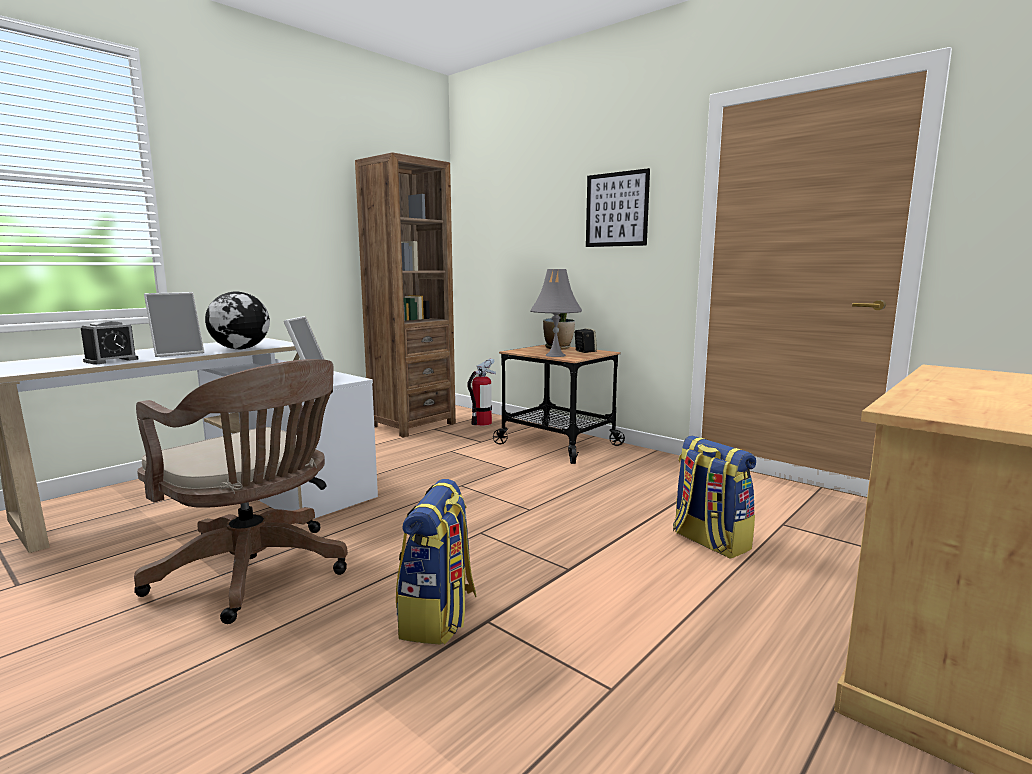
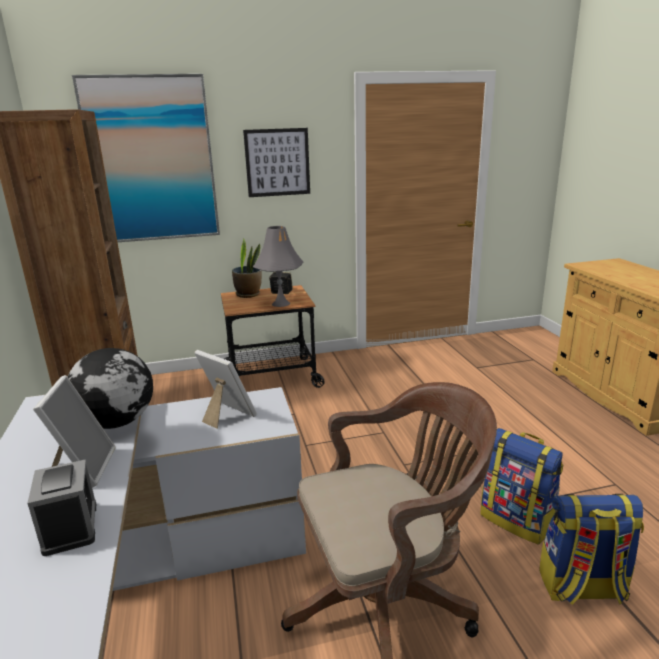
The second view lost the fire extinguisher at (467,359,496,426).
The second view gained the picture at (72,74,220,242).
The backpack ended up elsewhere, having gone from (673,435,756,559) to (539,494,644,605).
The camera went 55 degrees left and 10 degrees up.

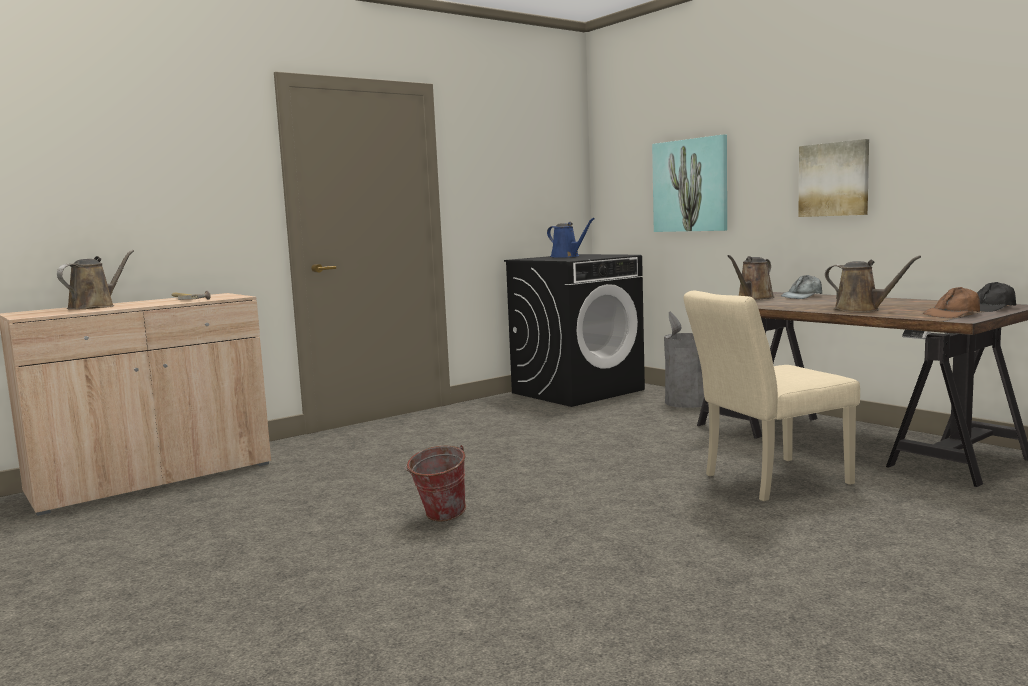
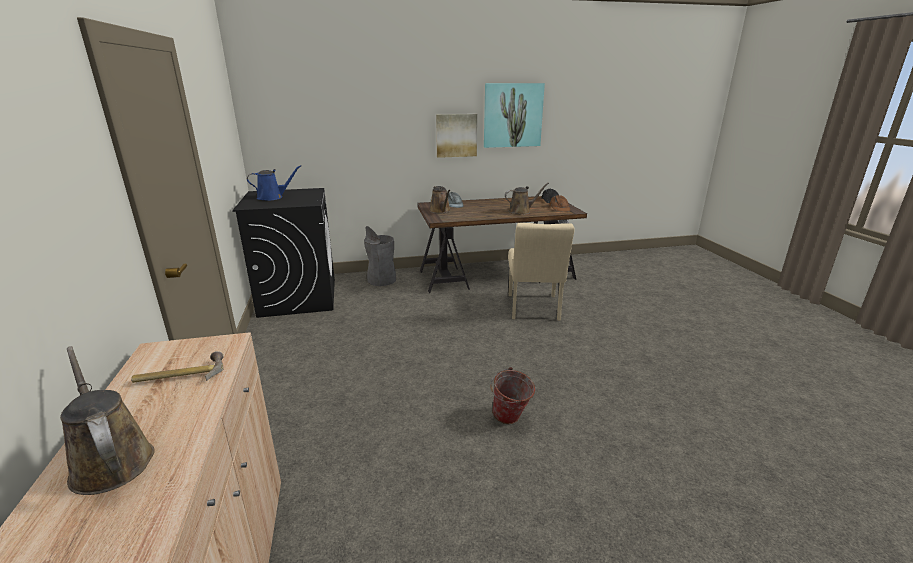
The picture ended up elsewhere, having gone from (652,134,727,232) to (484,83,545,148).
The camera went 65 degrees left and 15 degrees up.

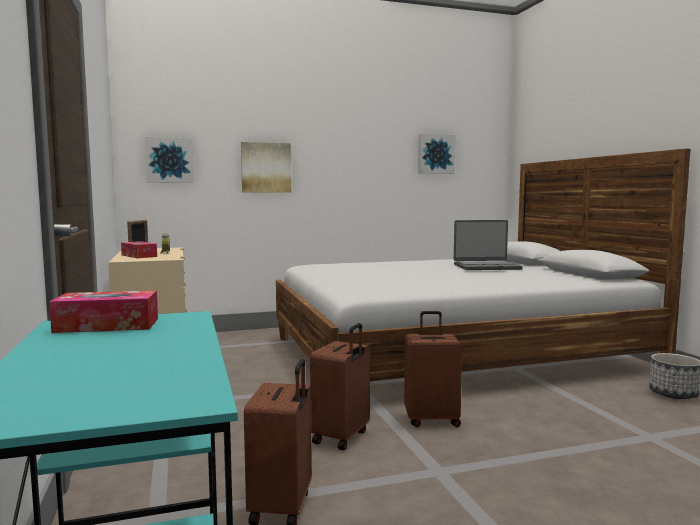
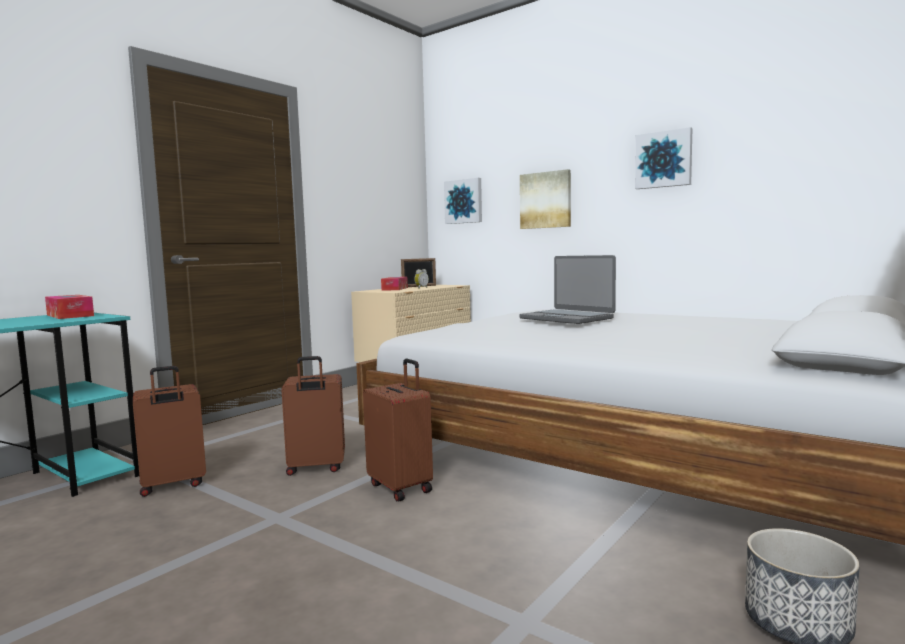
The picture ended up elsewhere, having gone from (418,134,456,174) to (635,127,692,189).
The laptop ended up elsewhere, having gone from (454,220,522,270) to (519,255,616,324).
The camera went 55 degrees right and 0 degrees up.

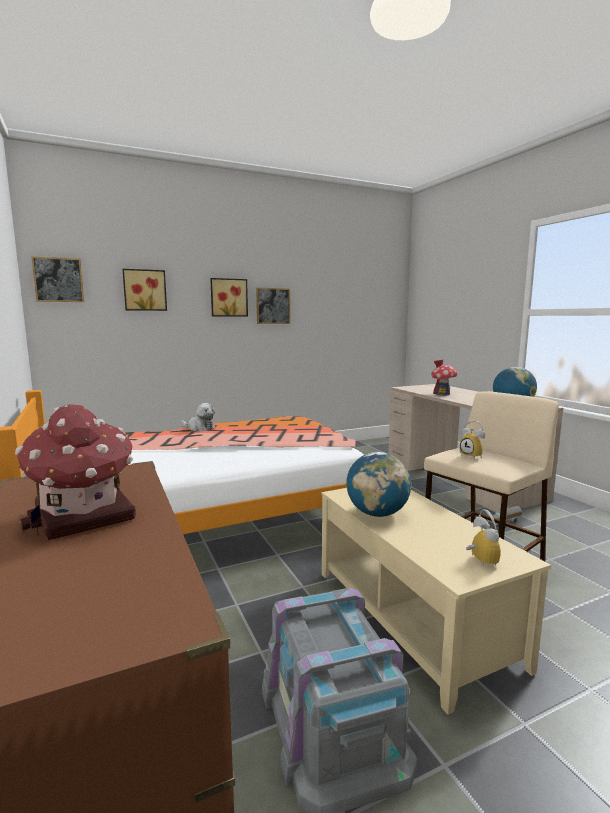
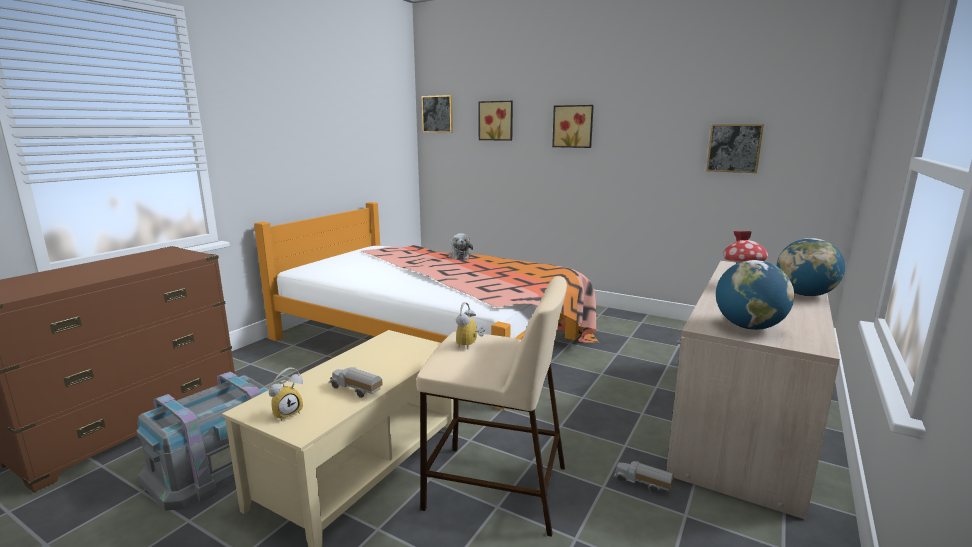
The second view lost the toy house at (15,404,136,540).
The second view gained the toy truck at (329,367,383,398).
The picture ended up elsewhere, having gone from (256,288,290,324) to (706,124,764,173).
The globe ended up elsewhere, having gone from (346,452,411,517) to (777,238,845,297).
The camera went 55 degrees right and 5 degrees up.

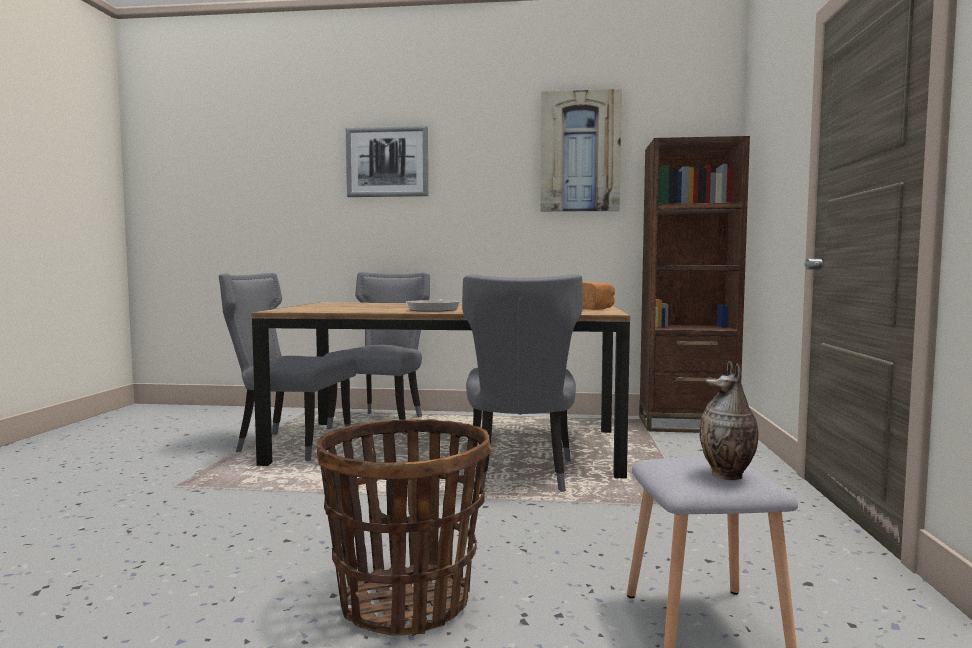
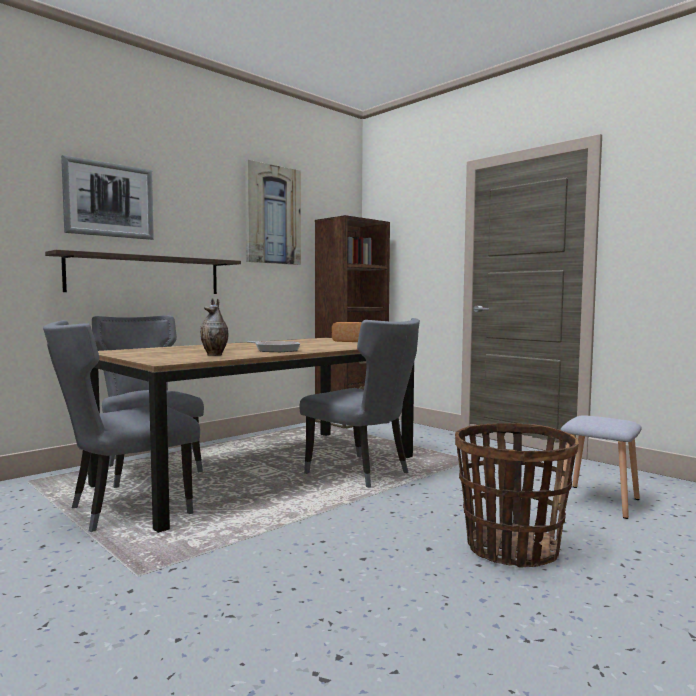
The second view gained the shelf at (45,250,241,294).
The vase ended up elsewhere, having gone from (700,361,759,480) to (200,298,228,356).
The camera went 50 degrees left and 0 degrees up.

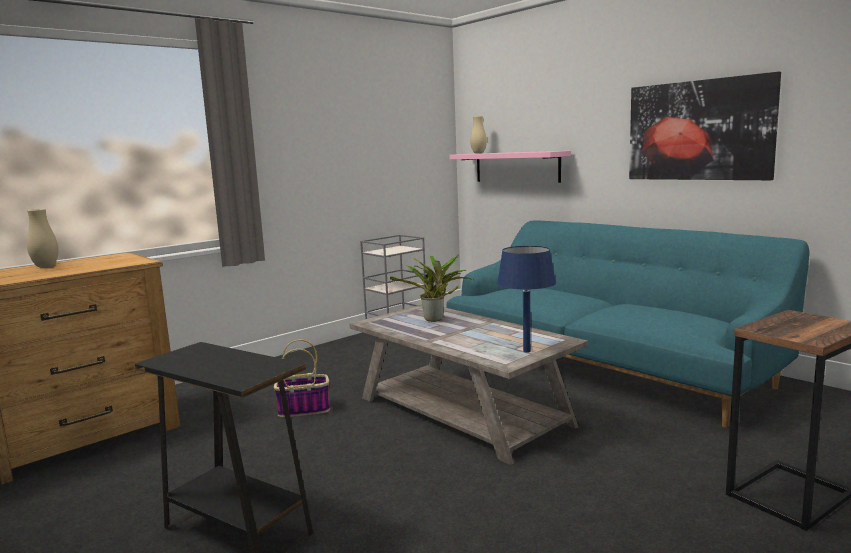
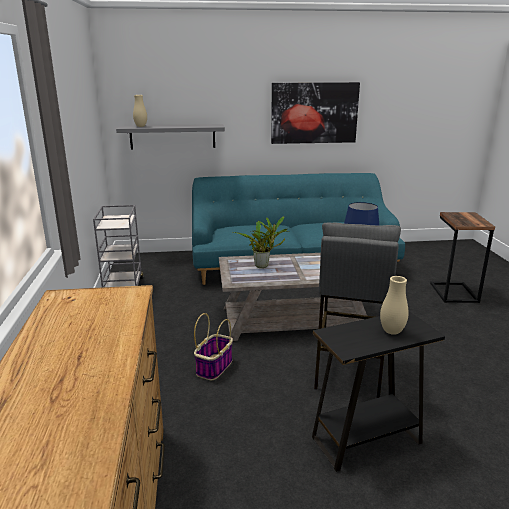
The second view gained the stool in grey at (314,223,401,398).
The vase in beige ended up elsewhere, having gone from (27,209,59,268) to (380,276,409,335).
What was the shelf in pink at (449,151,571,183) turned into the shelf in grey at (116,124,225,149).
The camera went 55 degrees left and 10 degrees up.

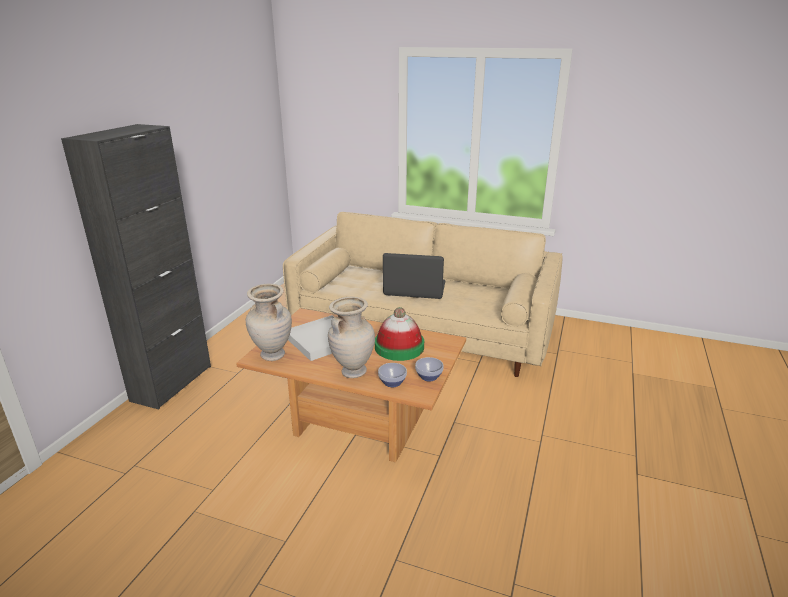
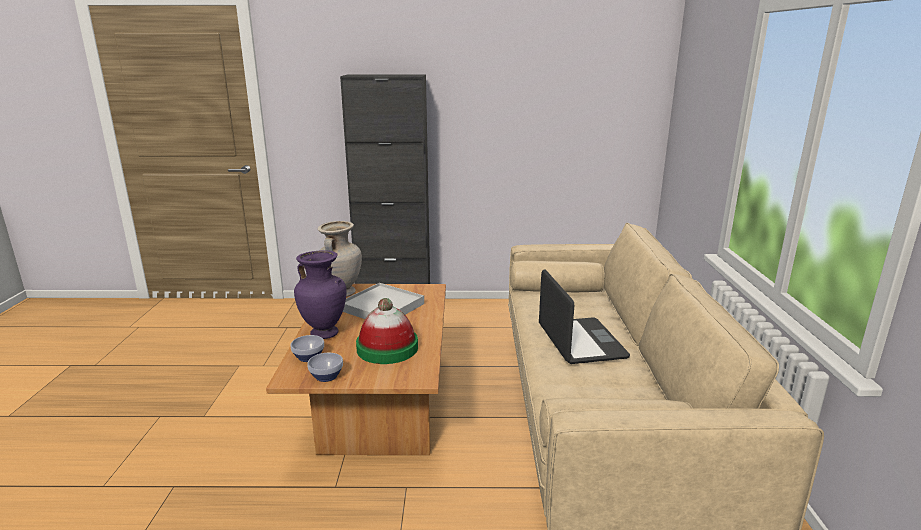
What was the vase in beige at (328,297,375,378) turned into the vase in purple at (294,250,346,339).
The camera went 70 degrees right and 5 degrees down.

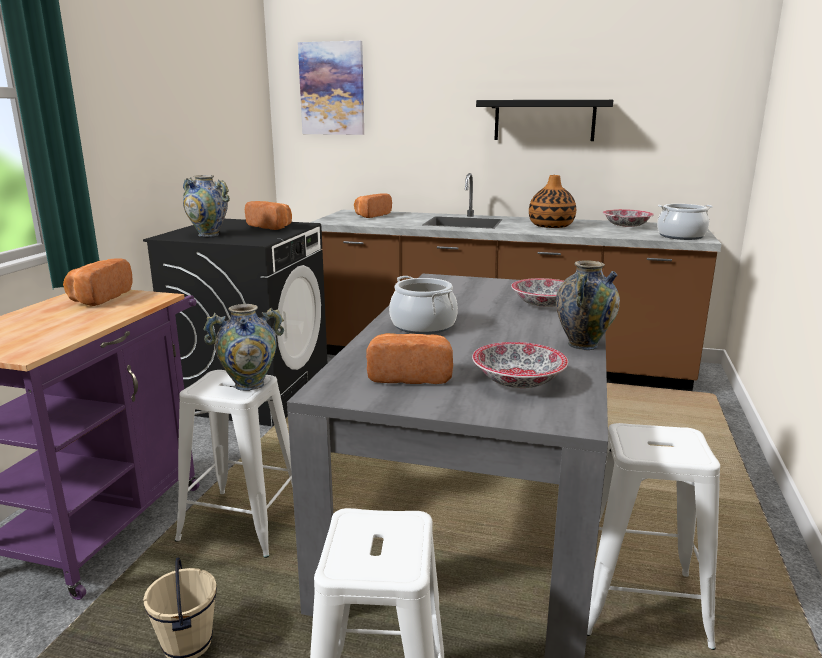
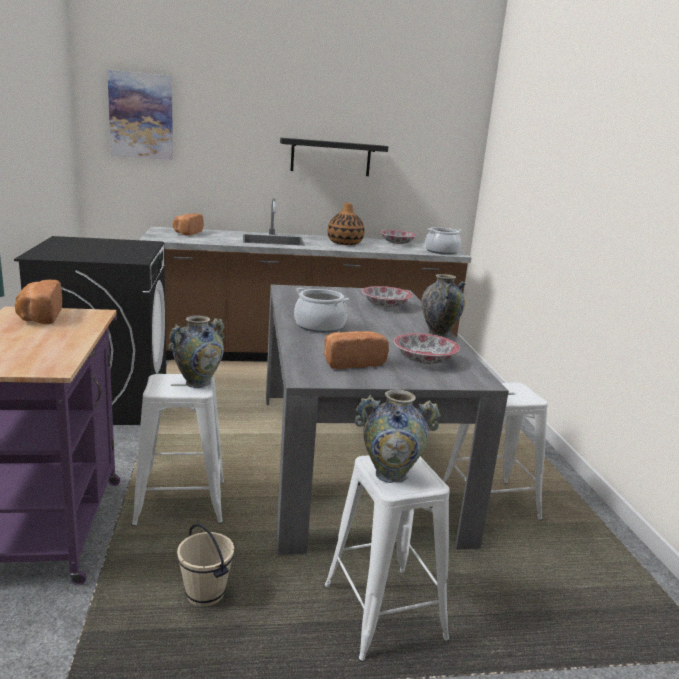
The second view lost the bread at (245,201,292,230).
The vase ended up elsewhere, having gone from (183,175,230,237) to (355,389,441,483).
The camera went 25 degrees left and 0 degrees up.

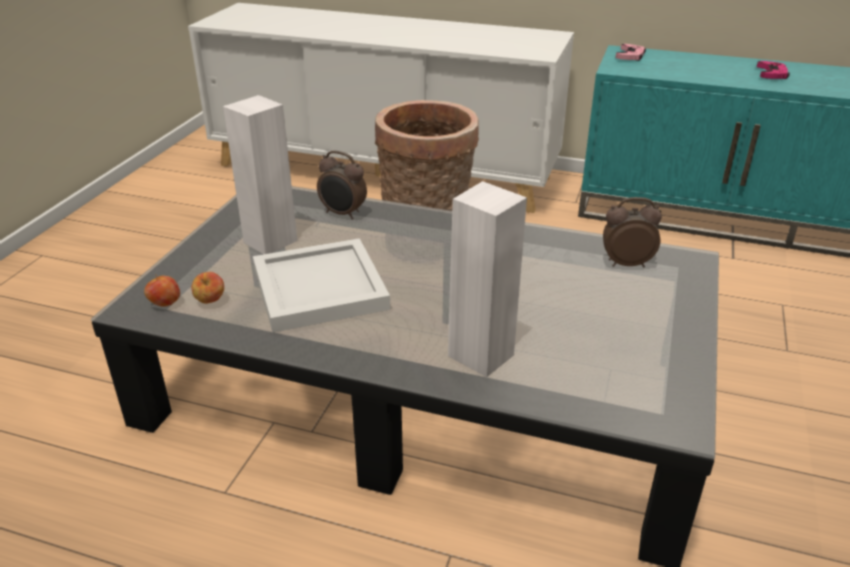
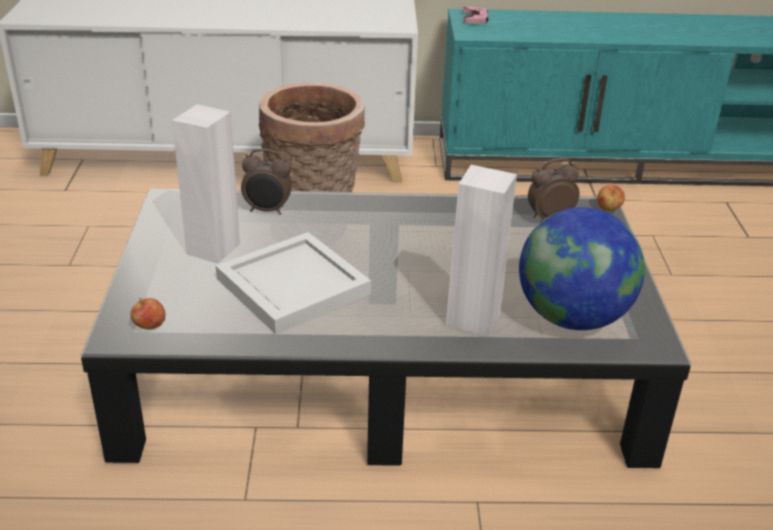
The second view lost the game controller in pink at (756,61,790,79).
The second view gained the globe at (519,207,645,330).
The apple ended up elsewhere, having gone from (191,272,224,304) to (597,184,625,211).
The camera went 20 degrees left and 0 degrees up.

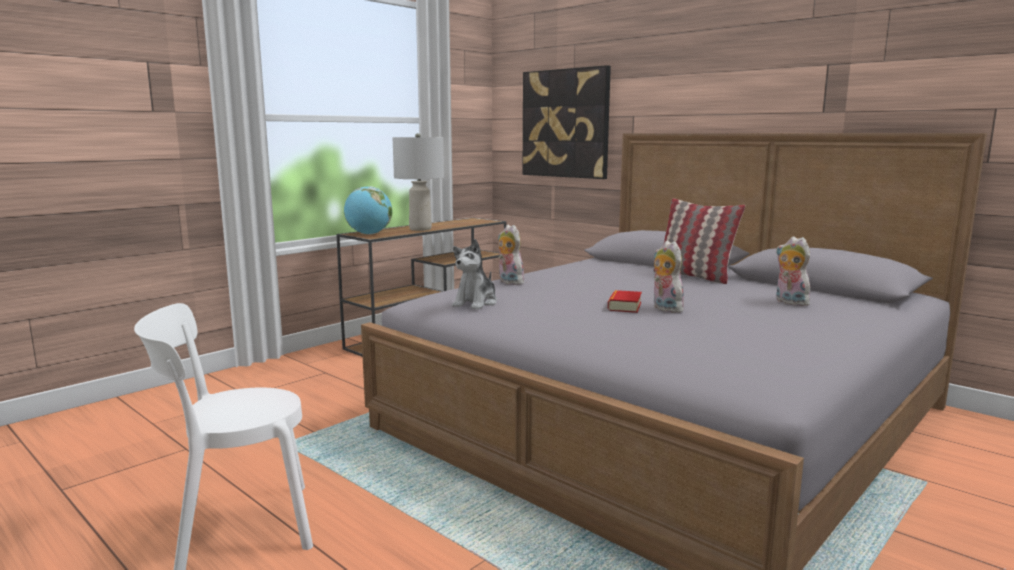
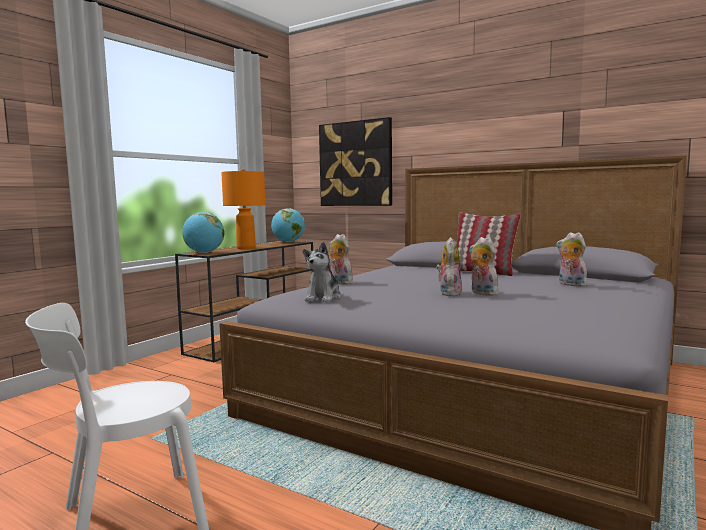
The second view gained the globe at (271,208,305,242).
Where the book stood at (608,290,642,313), the plush toy came to stand at (436,237,462,296).
What was the table lamp in grey at (393,133,444,231) turned into the table lamp in orange at (221,169,265,250).
The camera went 10 degrees left and 5 degrees down.

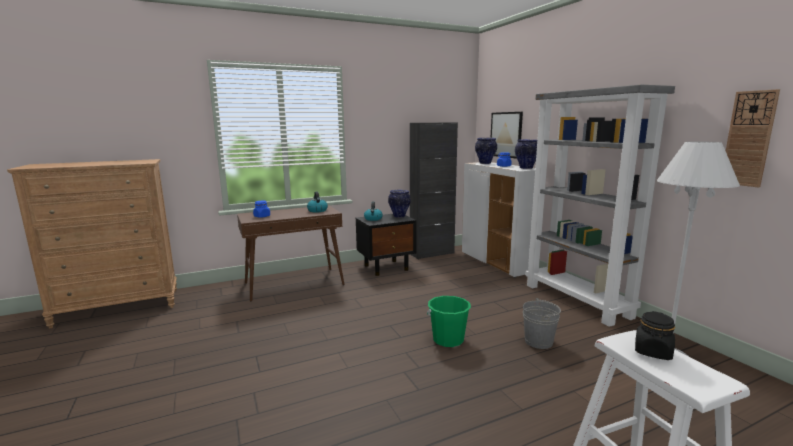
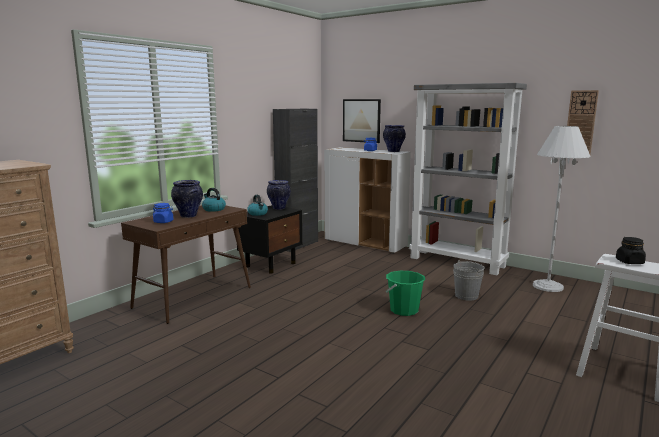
The vase ended up elsewhere, having gone from (475,138,497,164) to (171,180,203,218).
The camera went 30 degrees left and 0 degrees up.

